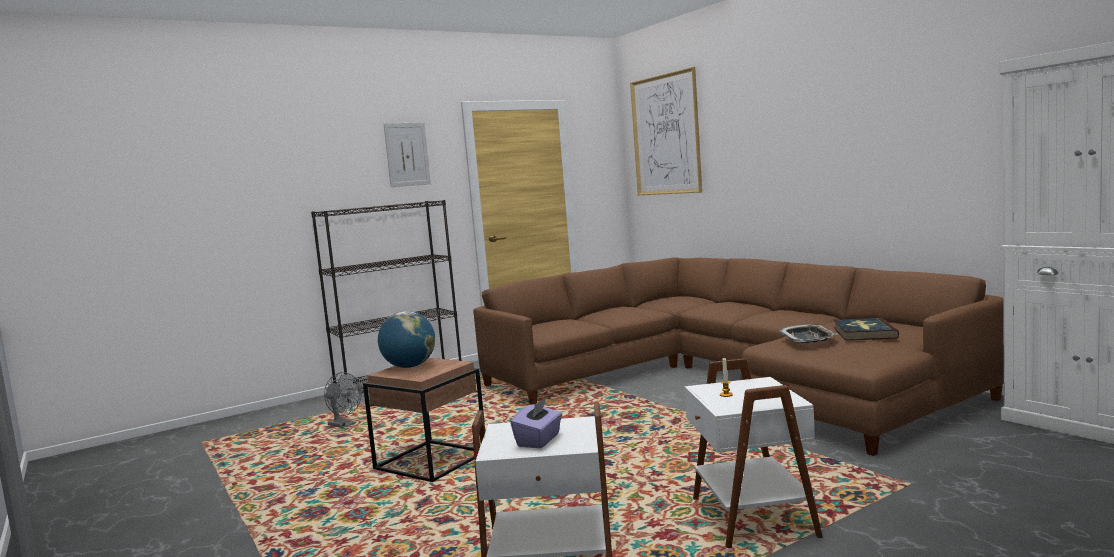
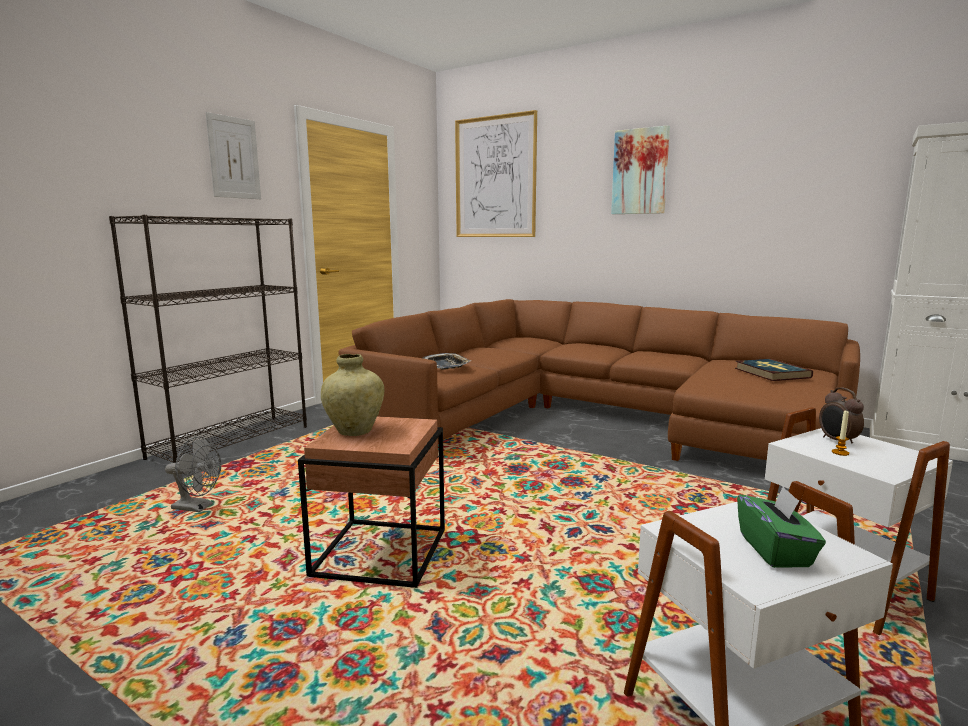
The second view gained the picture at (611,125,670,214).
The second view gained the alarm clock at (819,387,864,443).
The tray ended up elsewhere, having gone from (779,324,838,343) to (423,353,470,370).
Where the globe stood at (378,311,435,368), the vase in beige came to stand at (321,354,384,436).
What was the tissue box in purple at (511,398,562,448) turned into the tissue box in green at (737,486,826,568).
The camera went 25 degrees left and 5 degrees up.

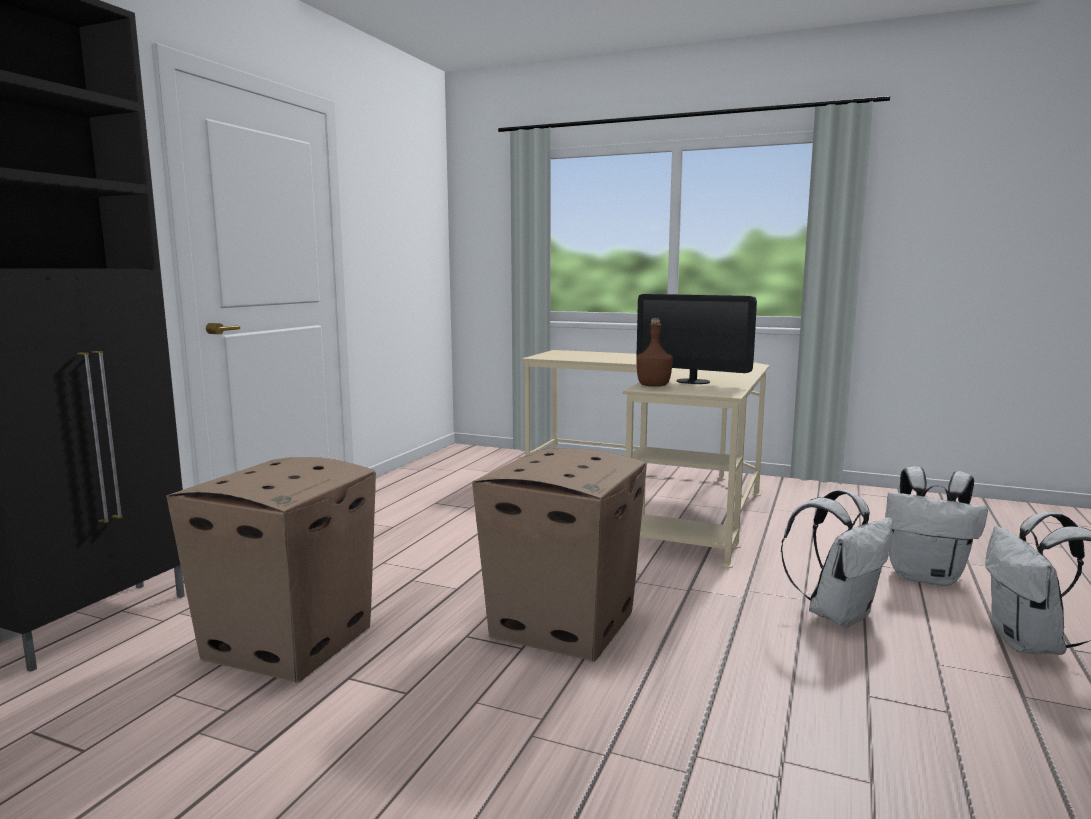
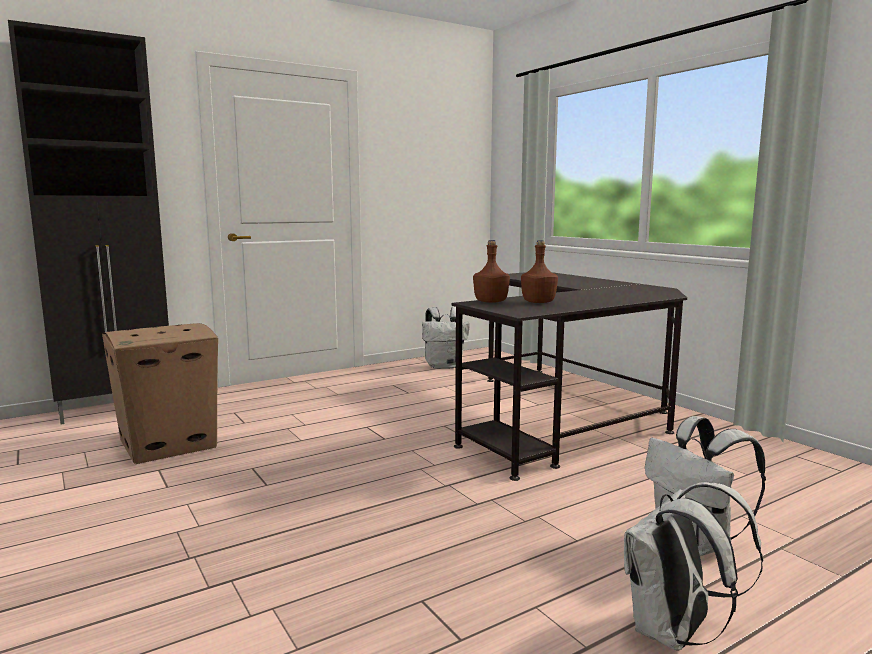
The second view lost the cardboard box at (472,448,647,662).
The backpack in white ended up elsewhere, having gone from (781,490,893,628) to (422,307,470,369).
Where the monitor stood at (637,294,757,384), the bottle in brown came to stand at (521,240,558,303).
What was the desk in beige at (522,350,769,568) turned into the desk in black at (452,272,687,481).
The camera went 35 degrees right and 0 degrees up.

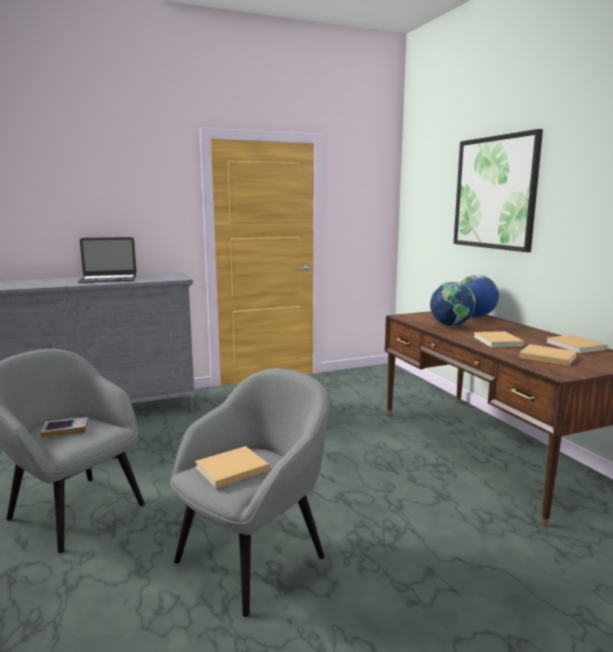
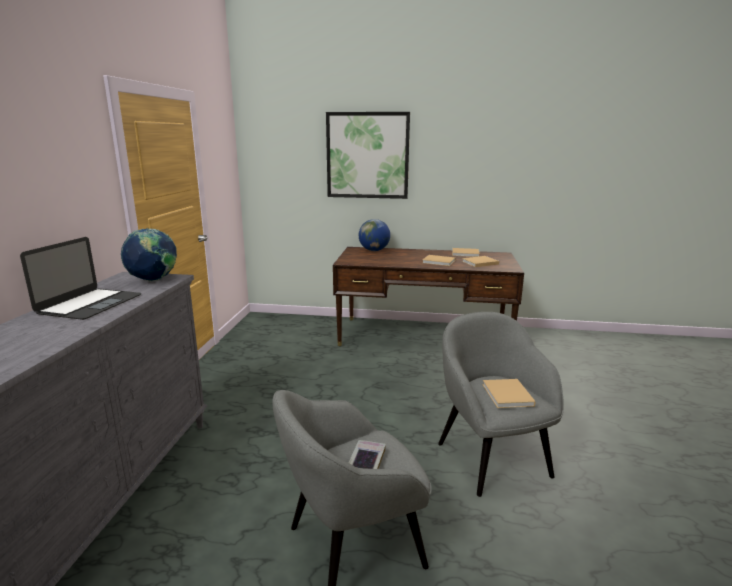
The globe ended up elsewhere, having gone from (430,282,476,327) to (121,228,177,282).
The camera went 60 degrees left and 5 degrees up.

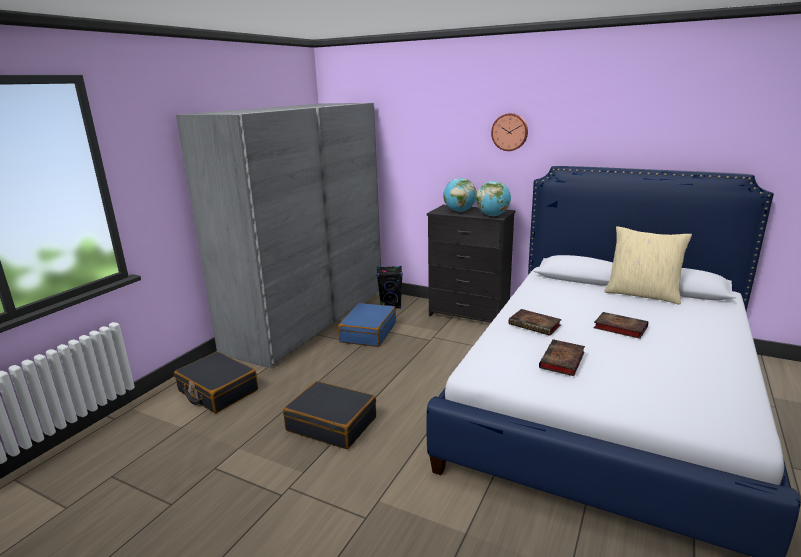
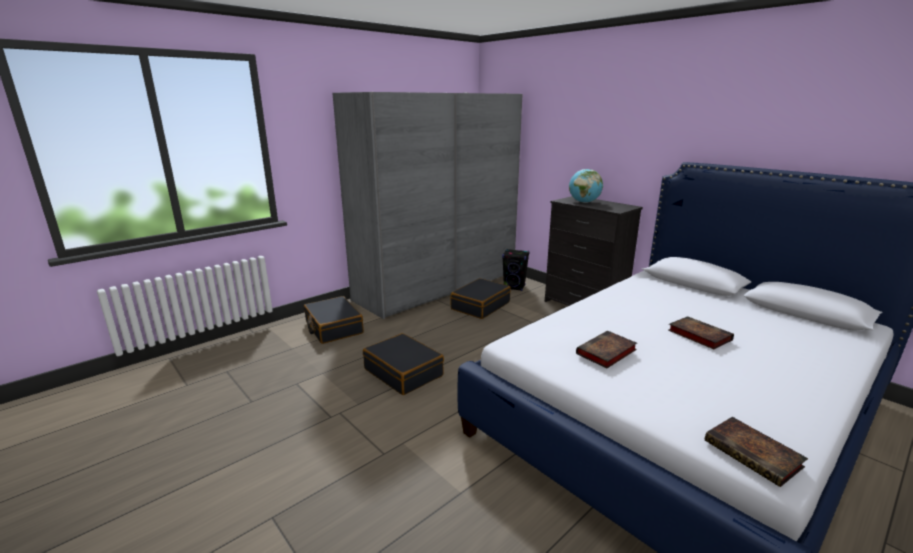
The second view lost the globe at (476,181,511,216).
The second view lost the wall clock at (491,113,528,151).
The second view lost the pillow in beige at (604,226,692,305).
The book ended up elsewhere, having gone from (509,309,562,336) to (705,417,808,487).
What was the suitcase in blue at (338,303,396,347) turned into the suitcase in black at (451,278,511,319).
The camera went 20 degrees right and 0 degrees up.

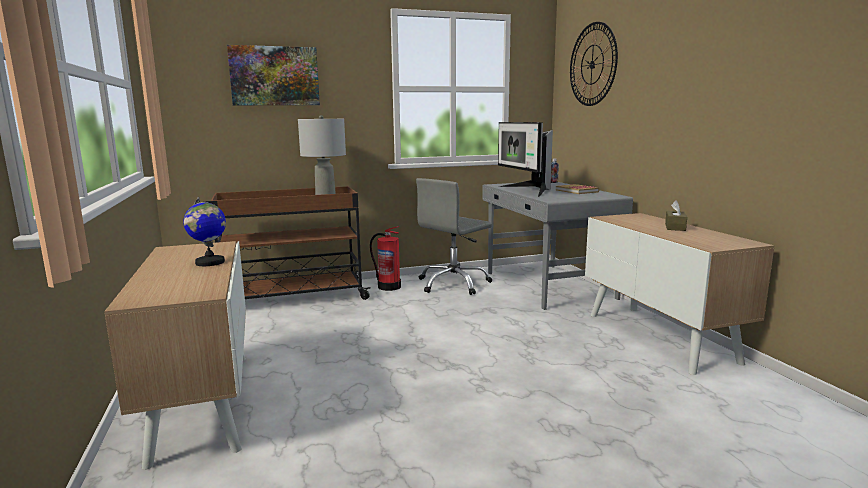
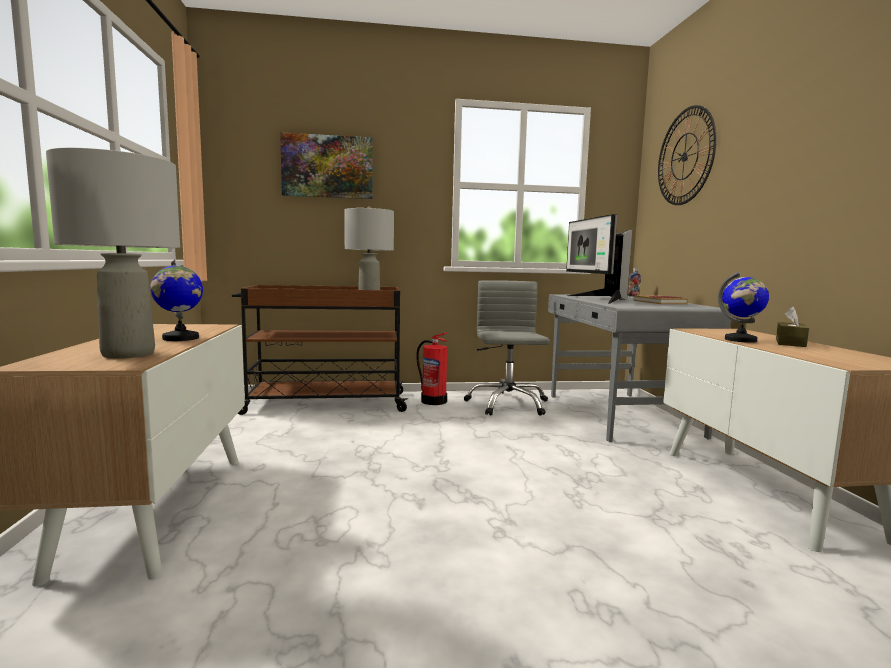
The second view gained the table lamp in grey at (46,148,180,359).
The second view gained the globe at (718,272,769,343).
The office chair in grey at (416,178,492,295) ended up facing another way, 120 degrees clockwise from before.
The camera went 10 degrees right and 5 degrees down.

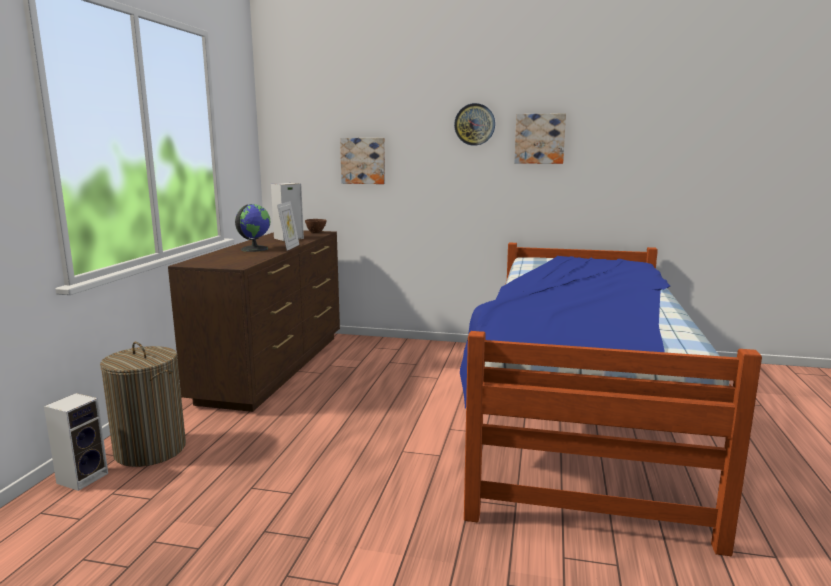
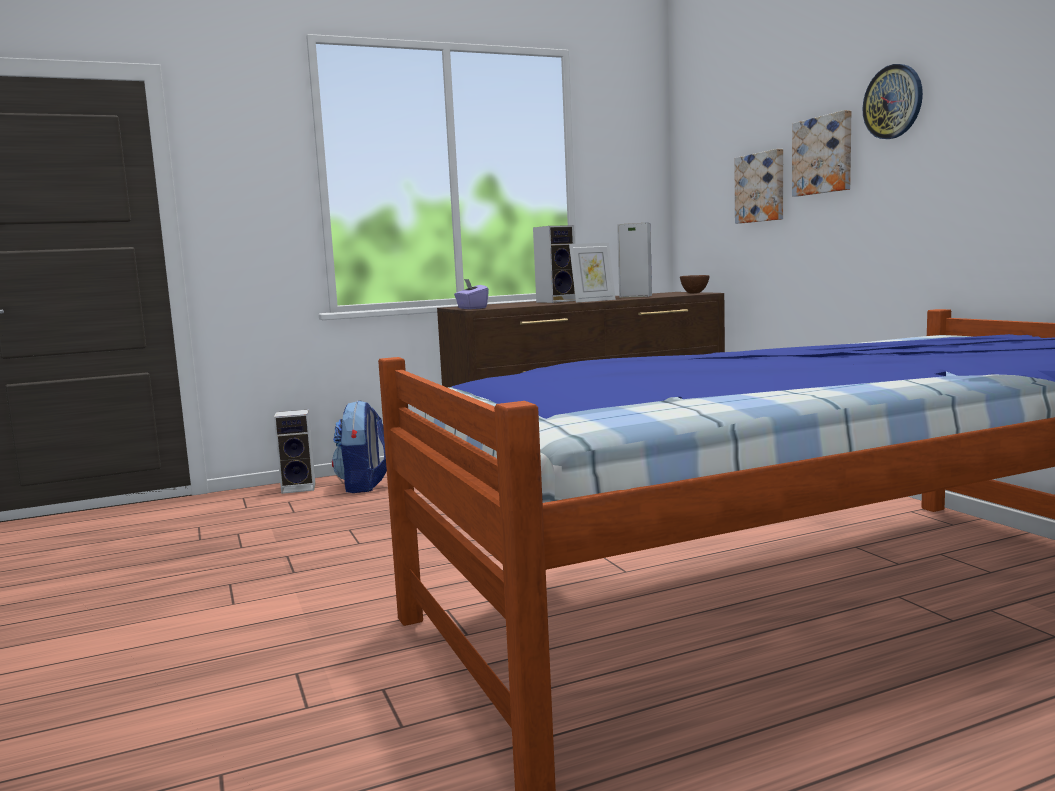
The second view gained the tissue box in purple at (454,279,489,309).
The picture ended up elsewhere, having gone from (514,113,566,164) to (792,110,851,197).
Where the laundry basket stood at (100,342,186,467), the backpack came to stand at (332,400,387,493).
Where the globe stood at (235,204,270,252), the speaker came to stand at (533,225,576,303).
The camera went 55 degrees right and 5 degrees down.

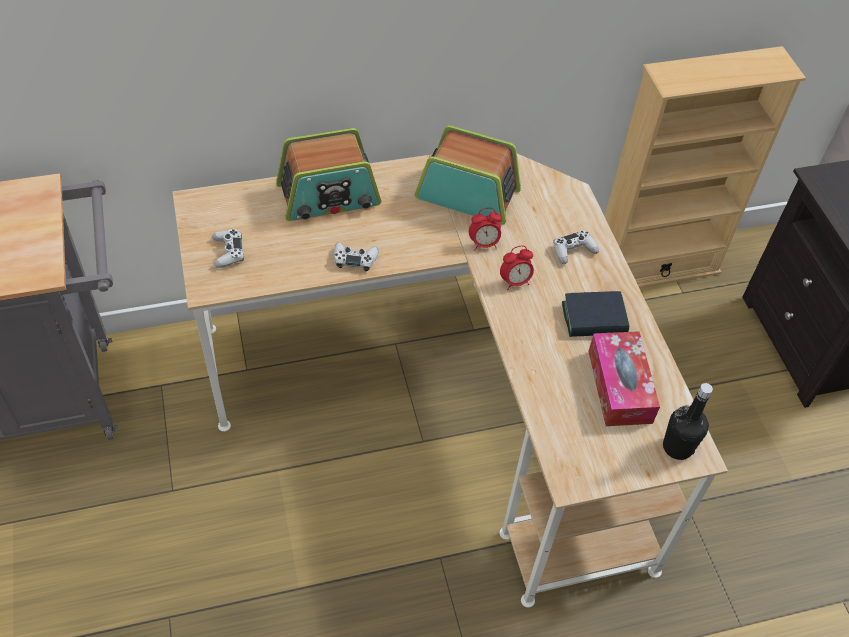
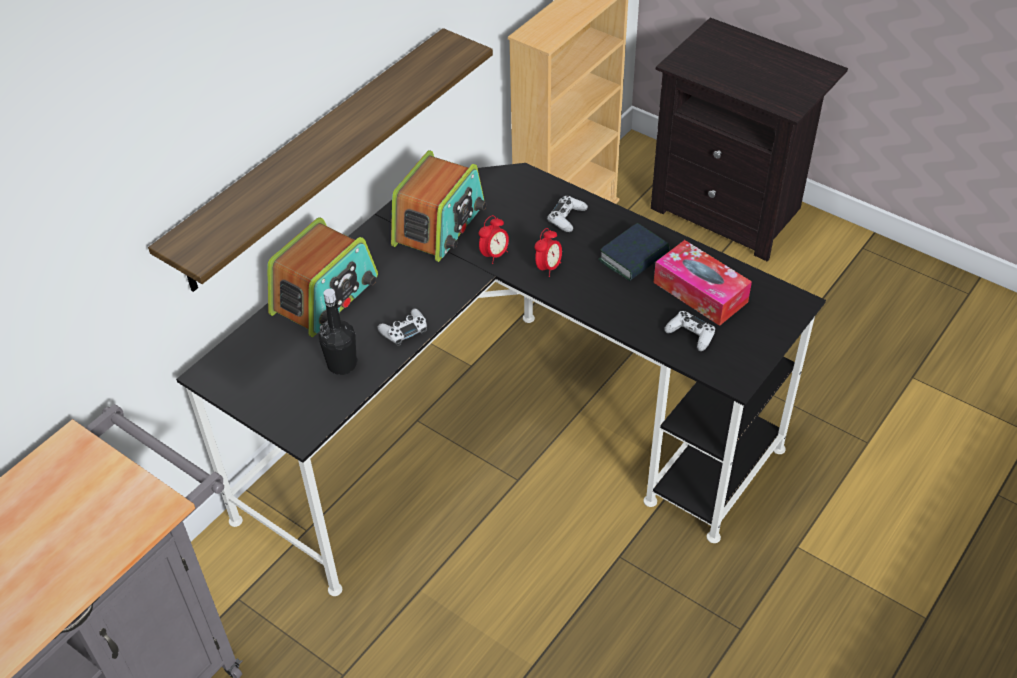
The second view gained the shelf at (148,28,493,292).
The game controller in white ended up elsewhere, having gone from (212,229,244,268) to (664,311,715,351).
The bottle in black ended up elsewhere, having gone from (663,383,713,460) to (319,289,358,375).
What was the desk in beige at (172,154,728,608) turned into the desk in black at (176,163,826,596).
The radio at (415,125,521,225) ended up facing another way, 135 degrees clockwise from before.
The camera went 35 degrees left and 5 degrees down.

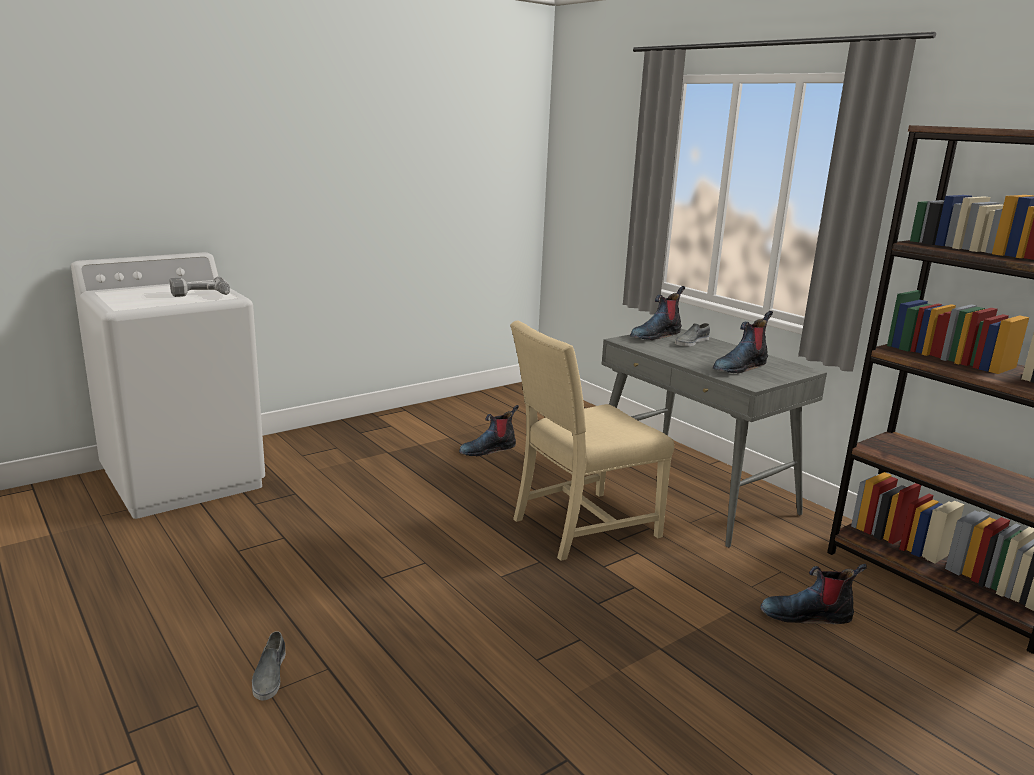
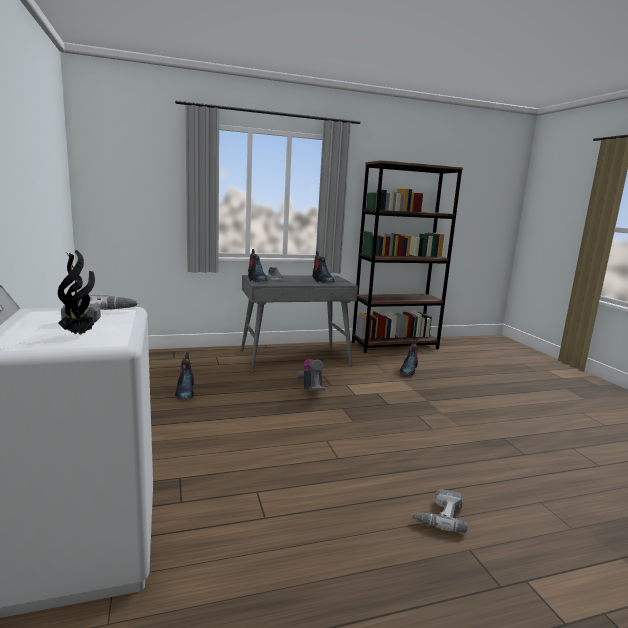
The second view gained the potted plant at (58,250,95,335).
Where the shoe in grey stood at (252,631,286,700), the power drill came to stand at (411,489,467,533).
Where the chair in beige stood at (510,321,674,561), the vacuum cleaner came to stand at (298,359,325,391).
The camera went 70 degrees left and 5 degrees down.

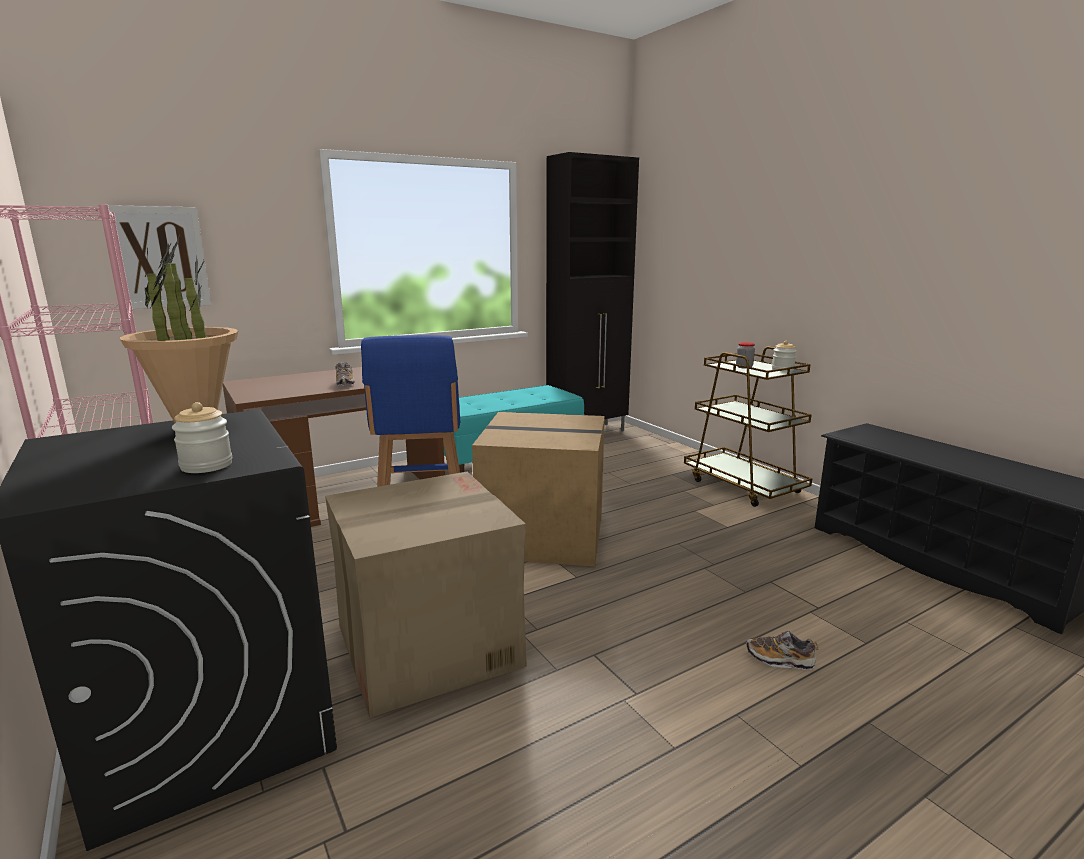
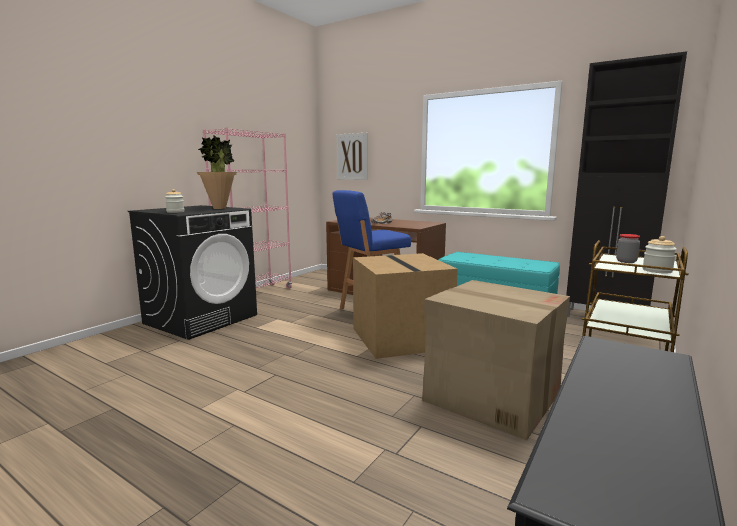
The second view lost the shoe at (746,630,818,670).
The cardboard box ended up elsewhere, having gone from (325,472,527,718) to (422,280,570,440).
The camera went 65 degrees right and 5 degrees down.

